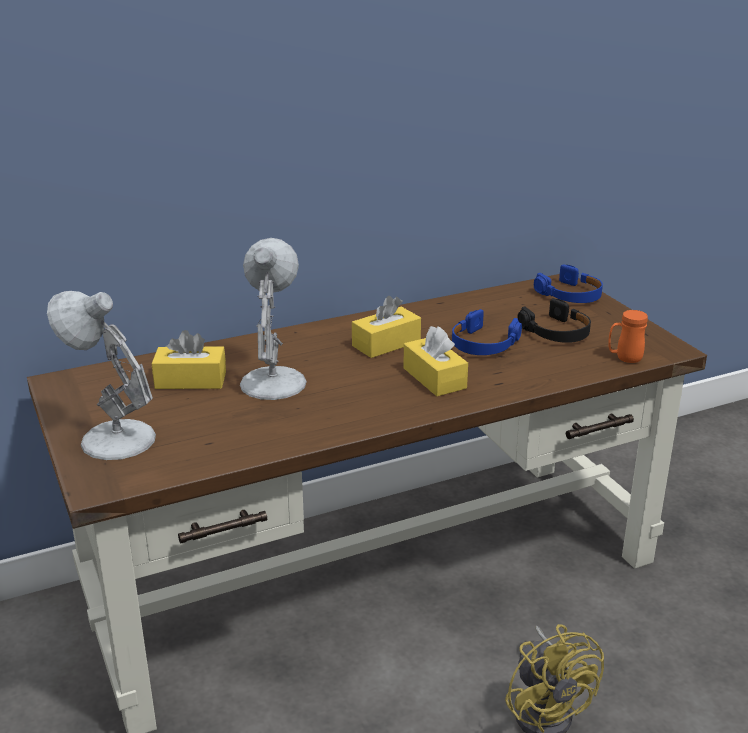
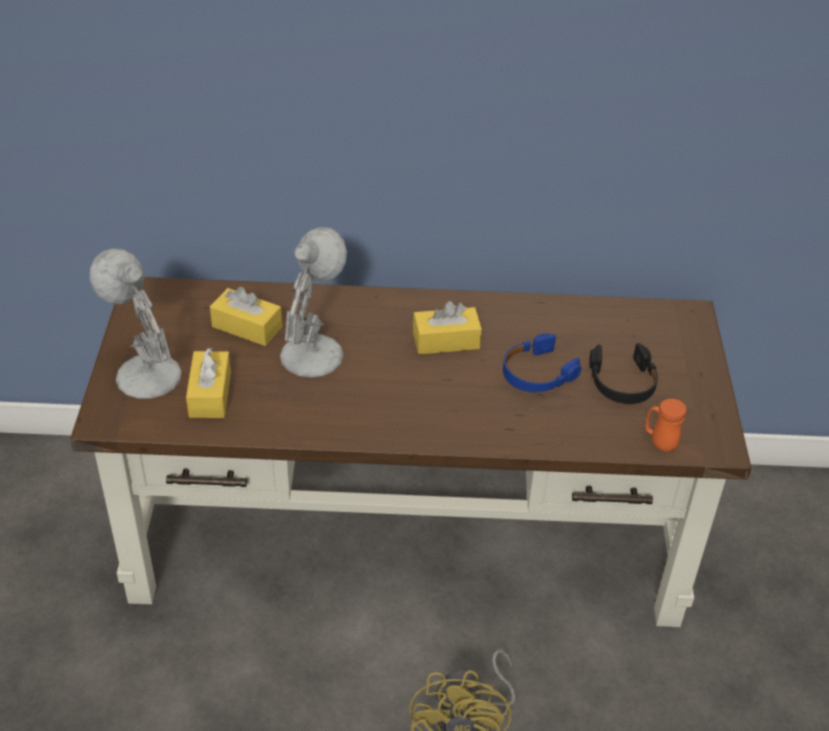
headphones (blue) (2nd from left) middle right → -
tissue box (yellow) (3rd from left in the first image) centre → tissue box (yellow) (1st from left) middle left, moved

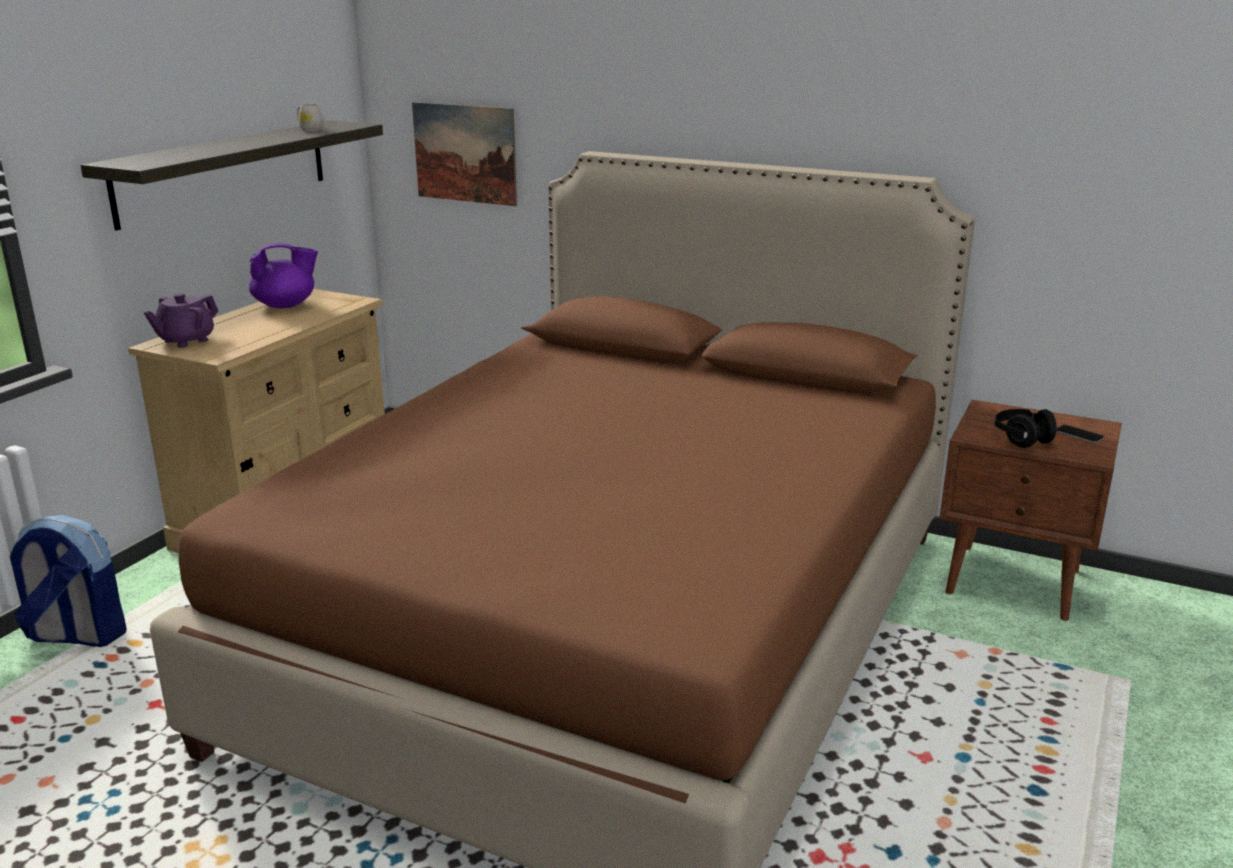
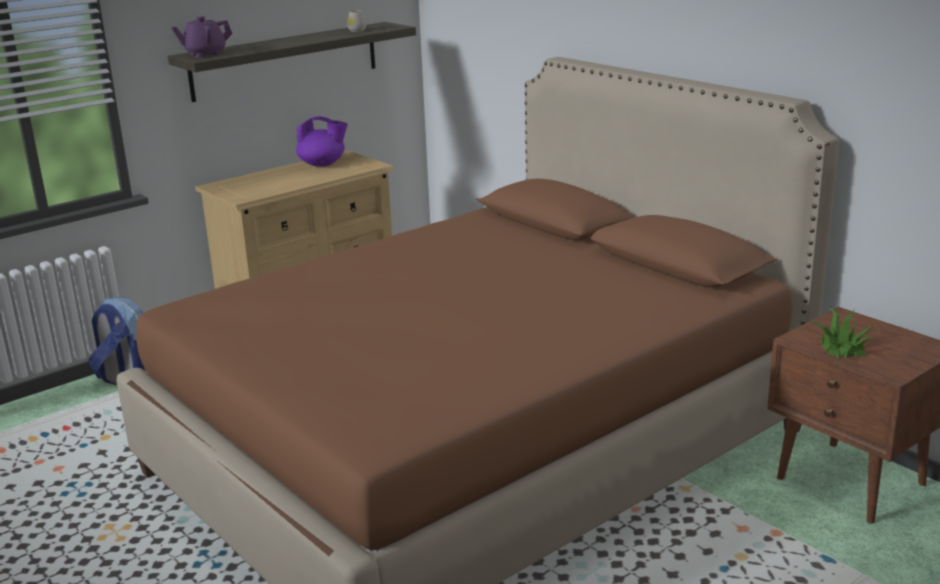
picture top centre → -
phone middle right → -
teapot (purple) (1st from left) middle left → teapot (purple) (1st from left) top left, moved
headphones (black) middle right → potted plant middle right

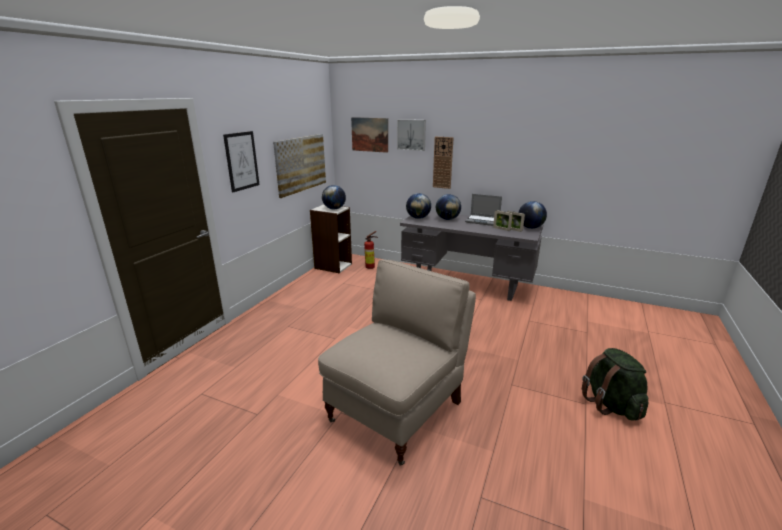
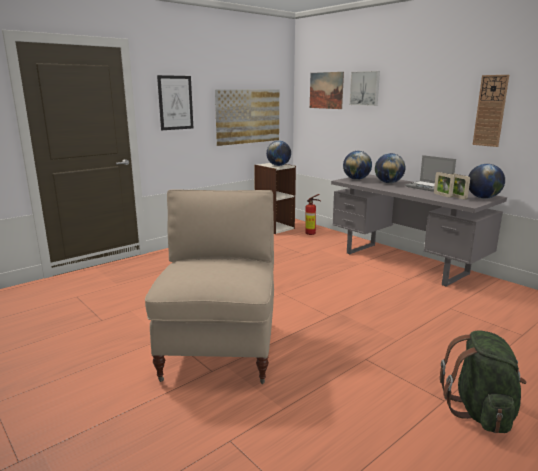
wall clock top centre → wall clock top right, moved
chair (beige) bottom centre → chair (beige) centre, 60 degrees counterclockwise

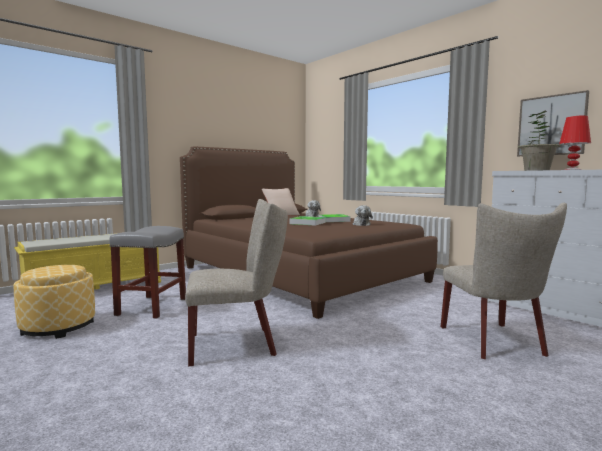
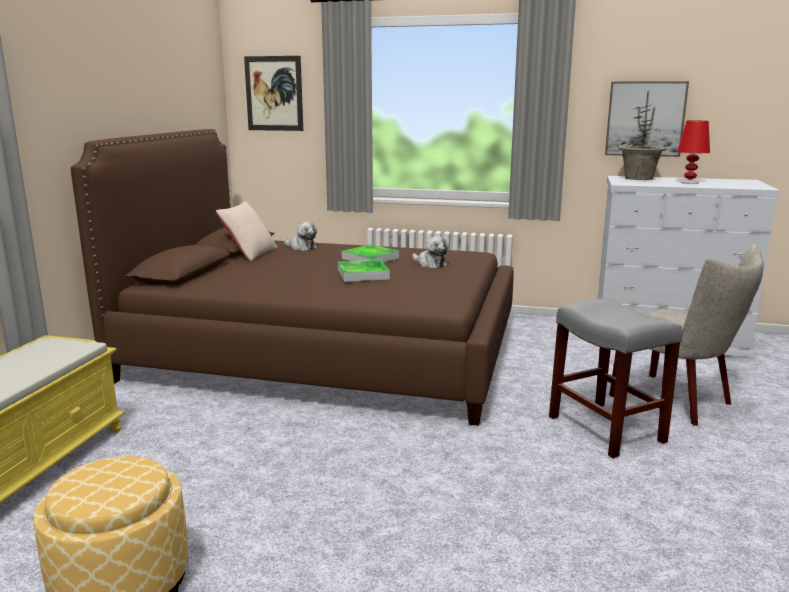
chair (beige) (1st from left) centre → -
- → picture (1st from left) top centre
stool (grey) middle left → stool (grey) middle right, moved

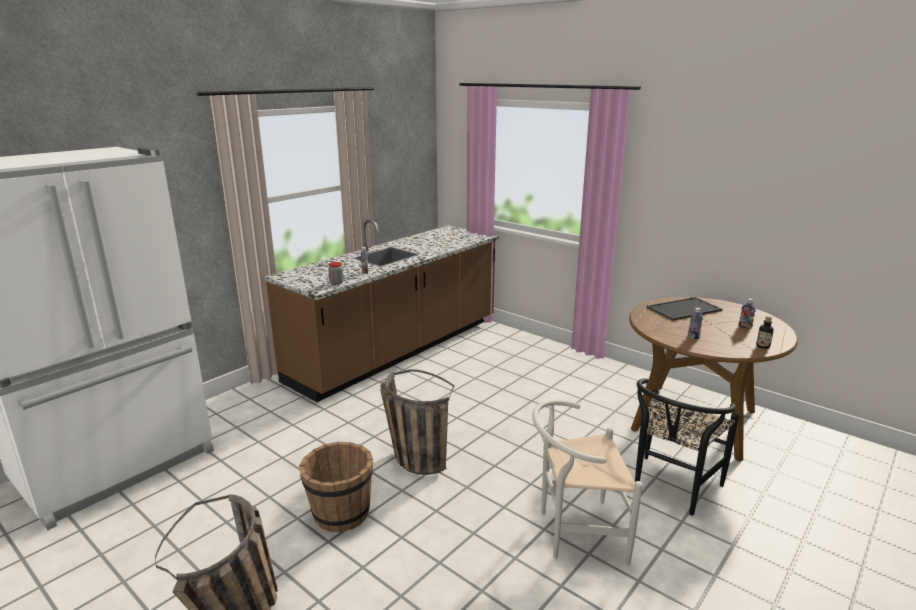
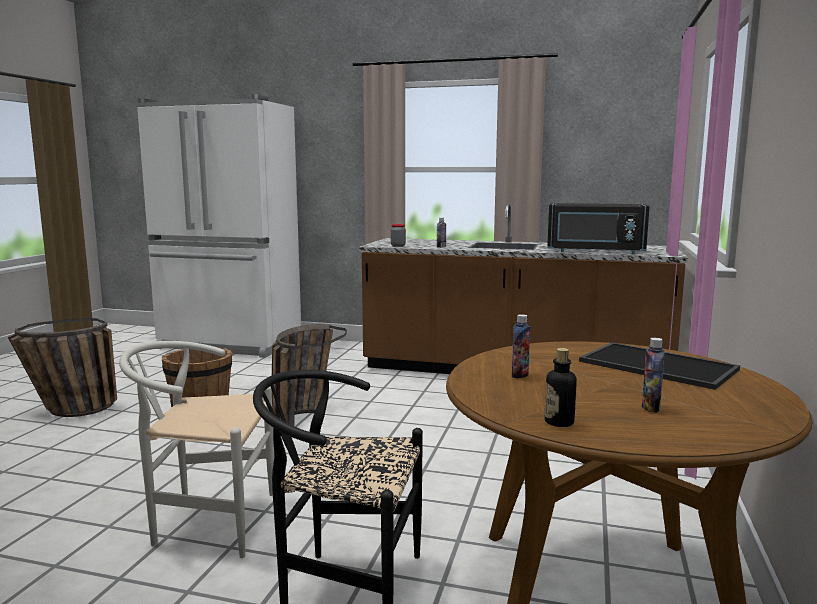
- → microwave (black) middle right
chair (white) bottom centre → chair (white) bottom left, 60 degrees counterclockwise

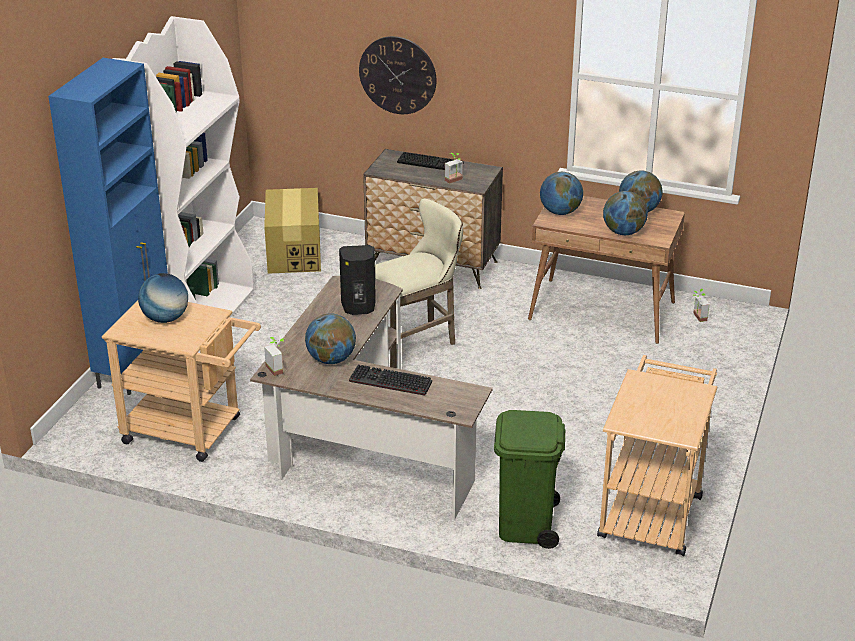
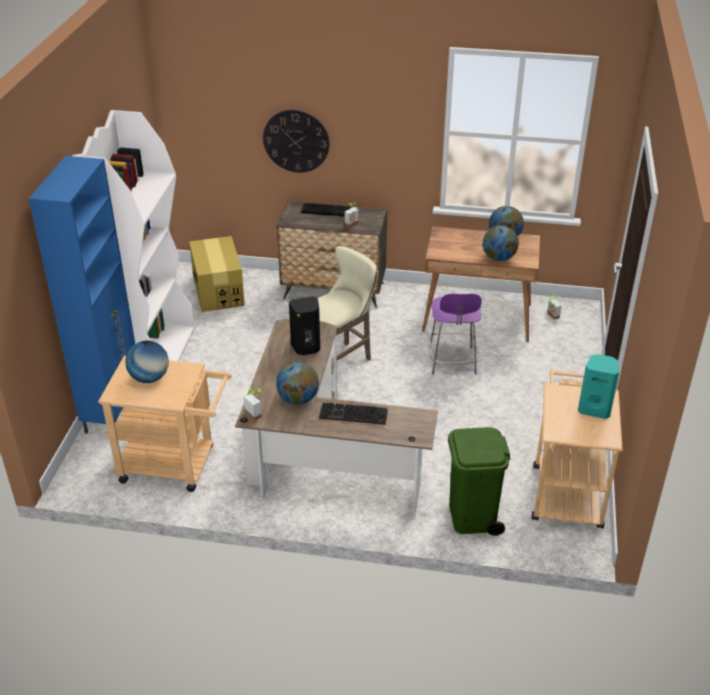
globe (3rd from left) top centre → -
- → chair (purple) centre
- → speaker (turquoise) middle right

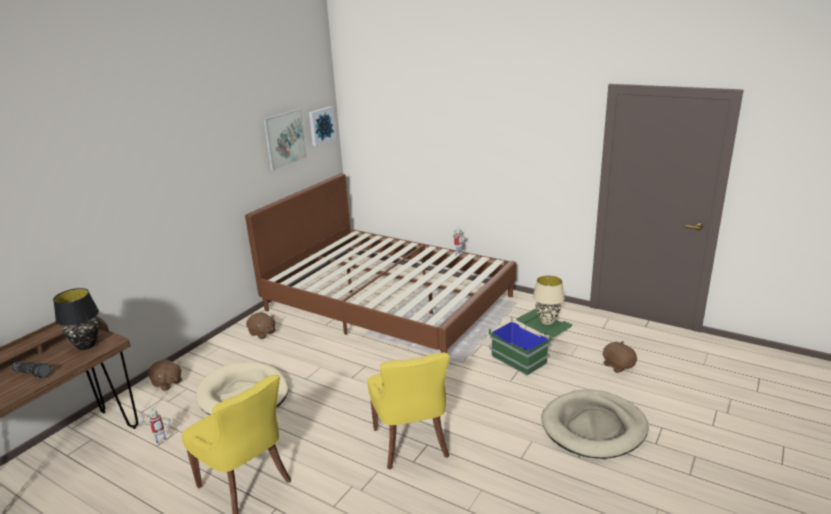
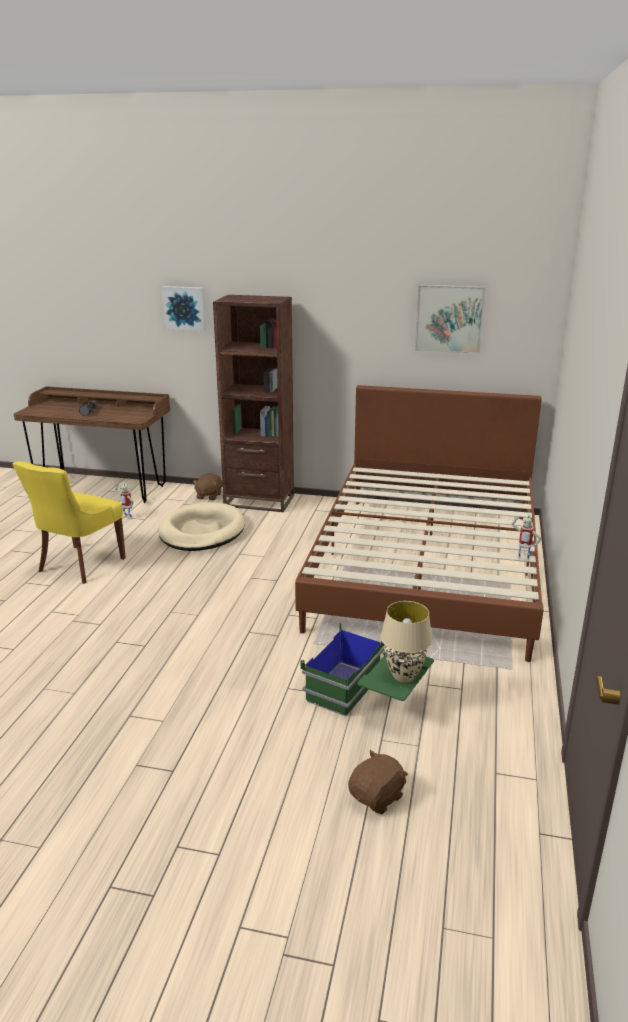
table lamp (black) middle left → -
plush toy (brown) (2nd from left) middle left → -
chair (yellow) (2nd from left) bottom centre → -
dog bed (beige) (2nd from left) bottom right → -
- → bookcase (brown) centre
picture (2nd from left in the first image) top centre → picture (1st from left) top left, moved

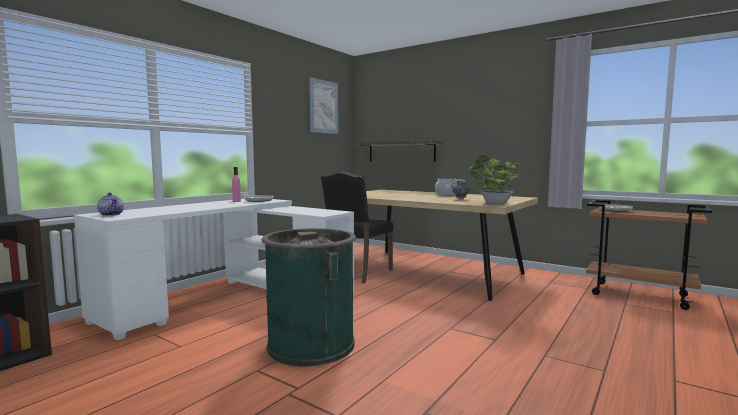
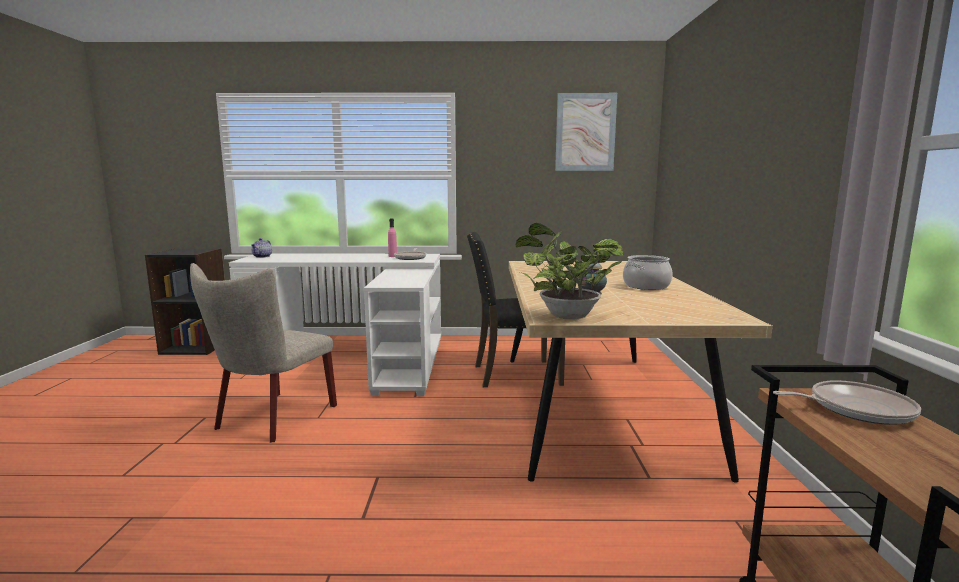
shelf centre → -
trash can (green) bottom centre → chair (beige) middle left

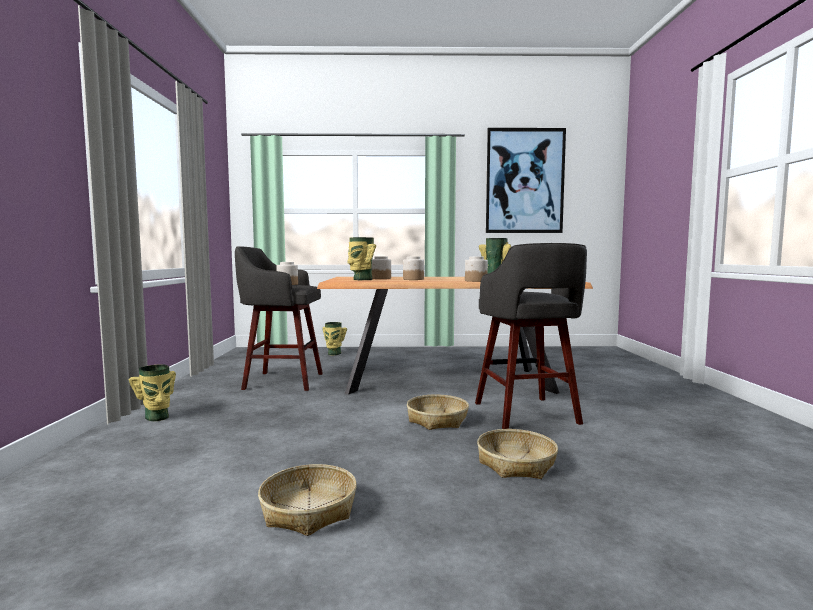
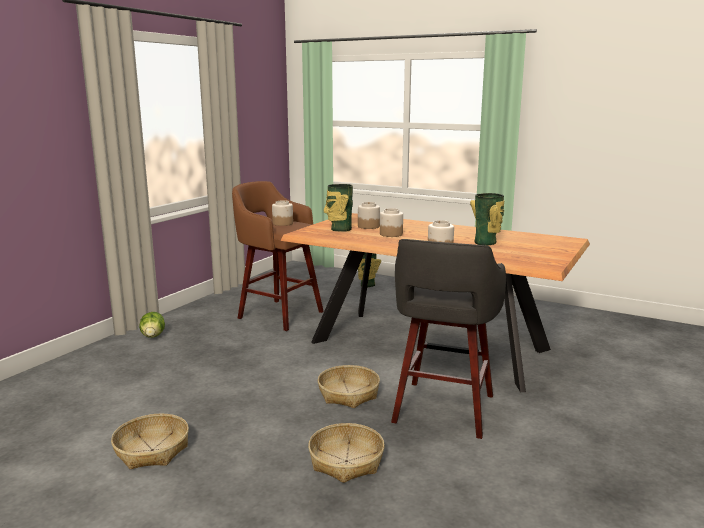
picture top centre → -
vase (1st from left) middle left → lettuce middle left
stool (grey) (1st from left) centre → stool (brown) centre

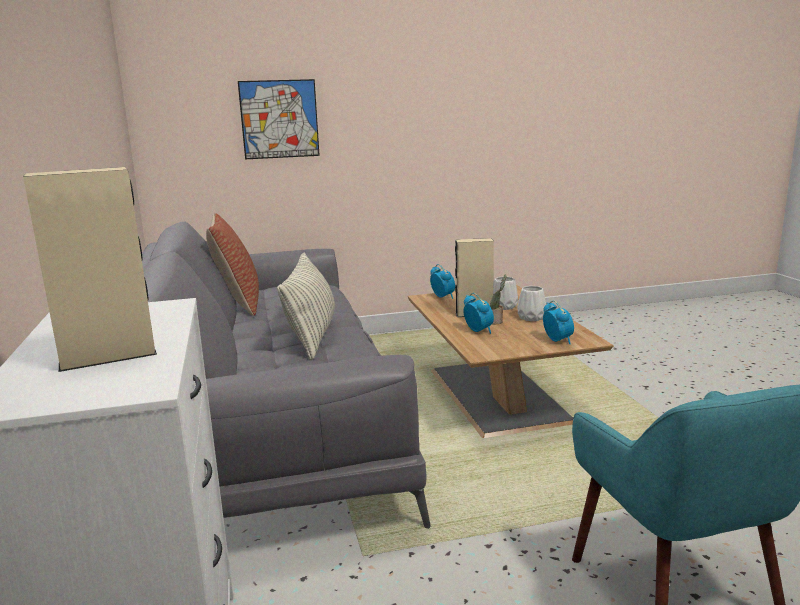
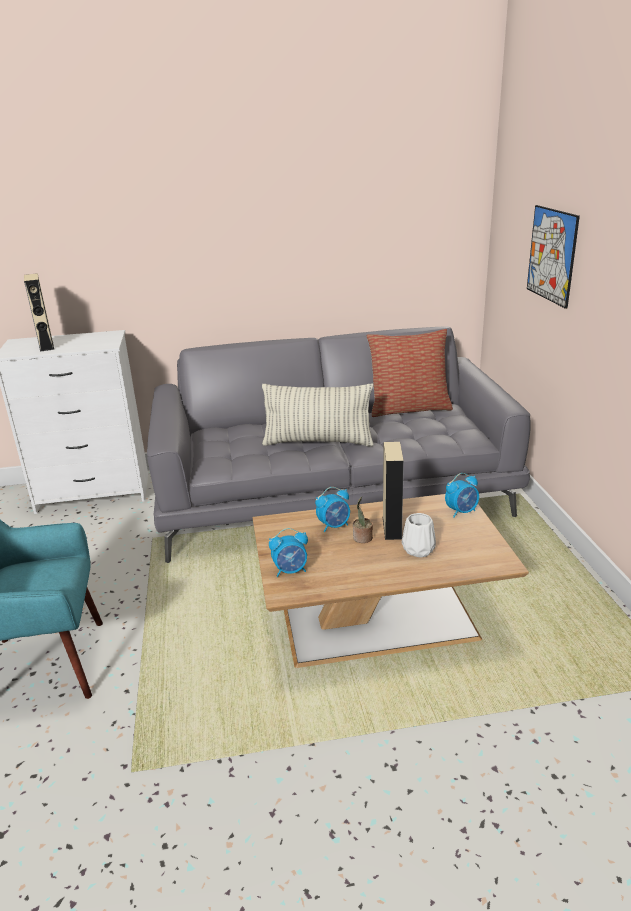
vase (white) (2nd from left) centre → -

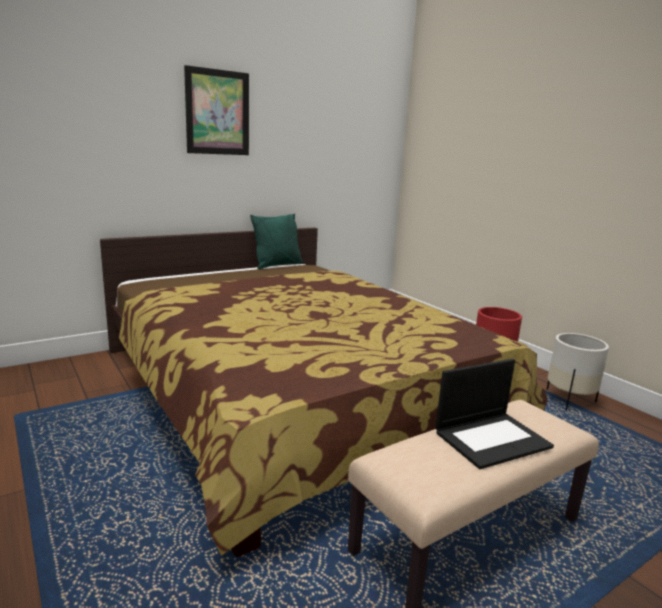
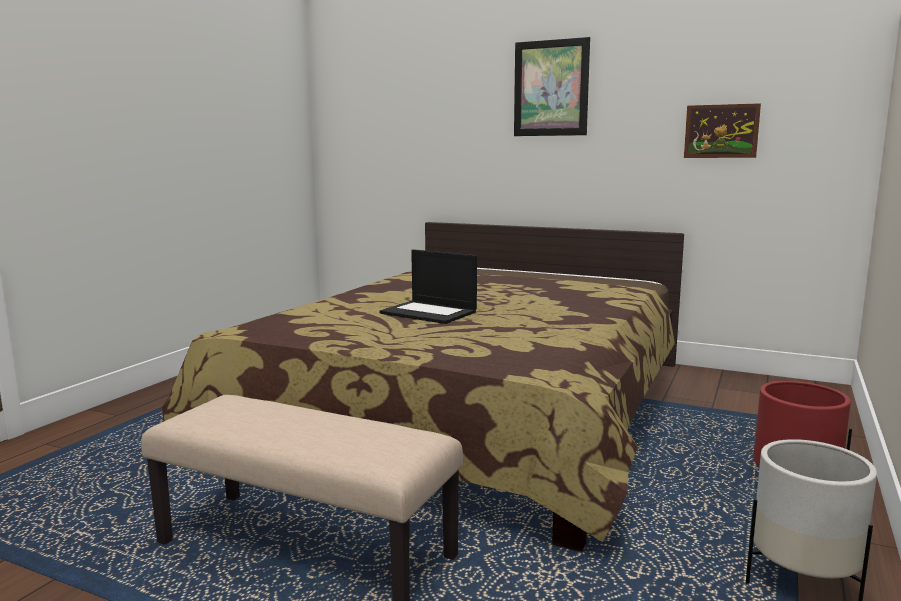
pillow (green) centre → -
- → picture (2nd from left) top right
laptop bottom right → laptop centre, moved

